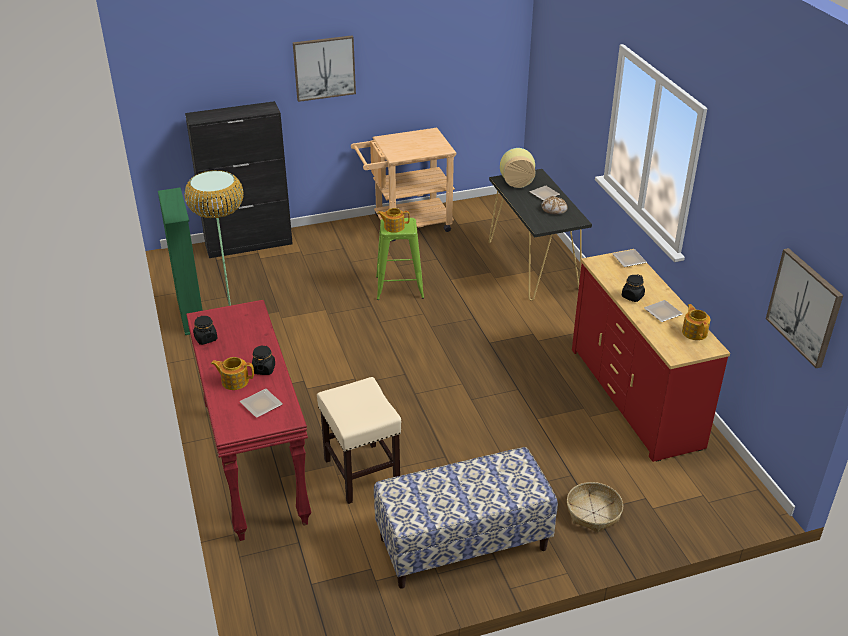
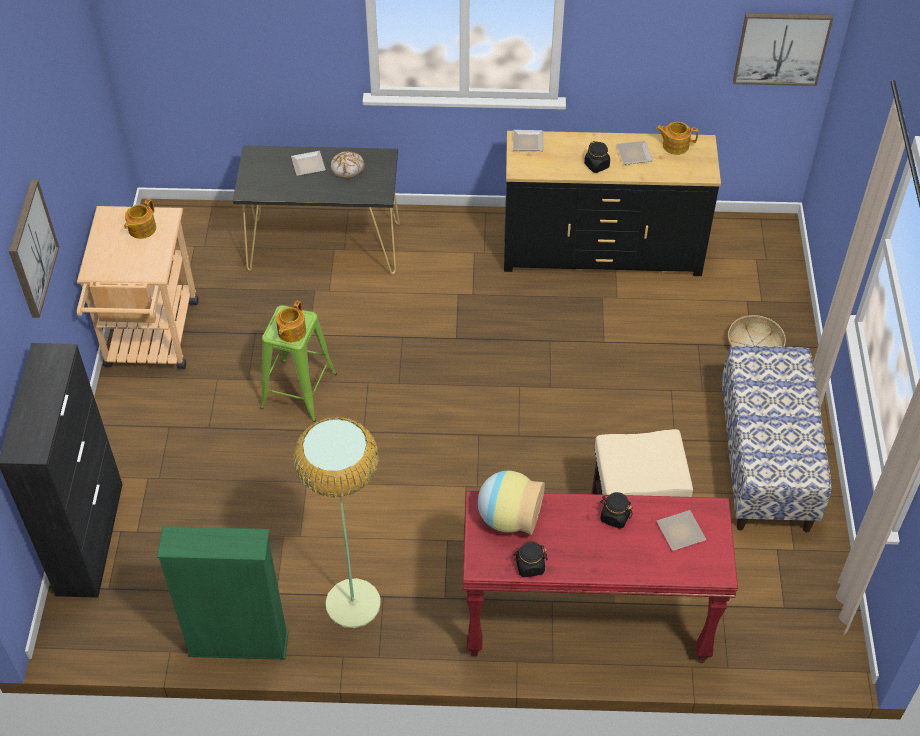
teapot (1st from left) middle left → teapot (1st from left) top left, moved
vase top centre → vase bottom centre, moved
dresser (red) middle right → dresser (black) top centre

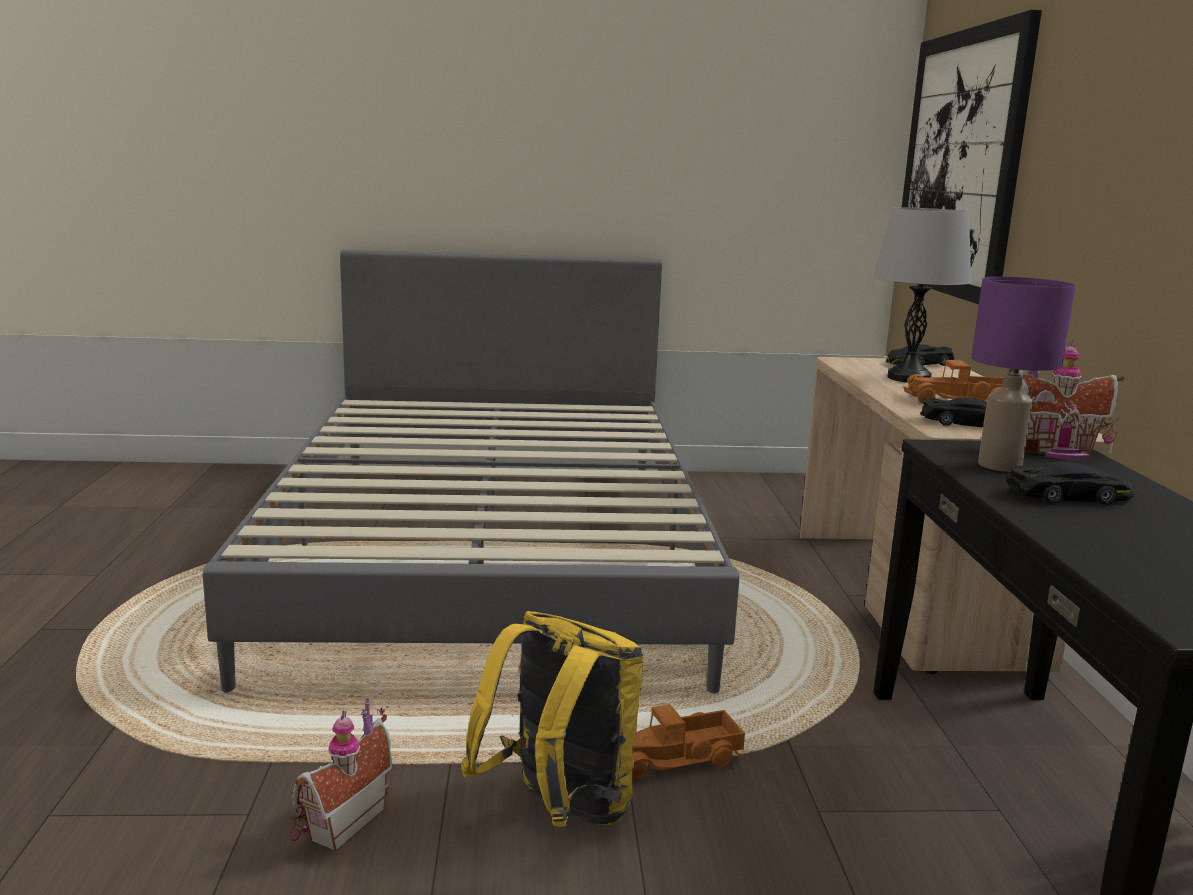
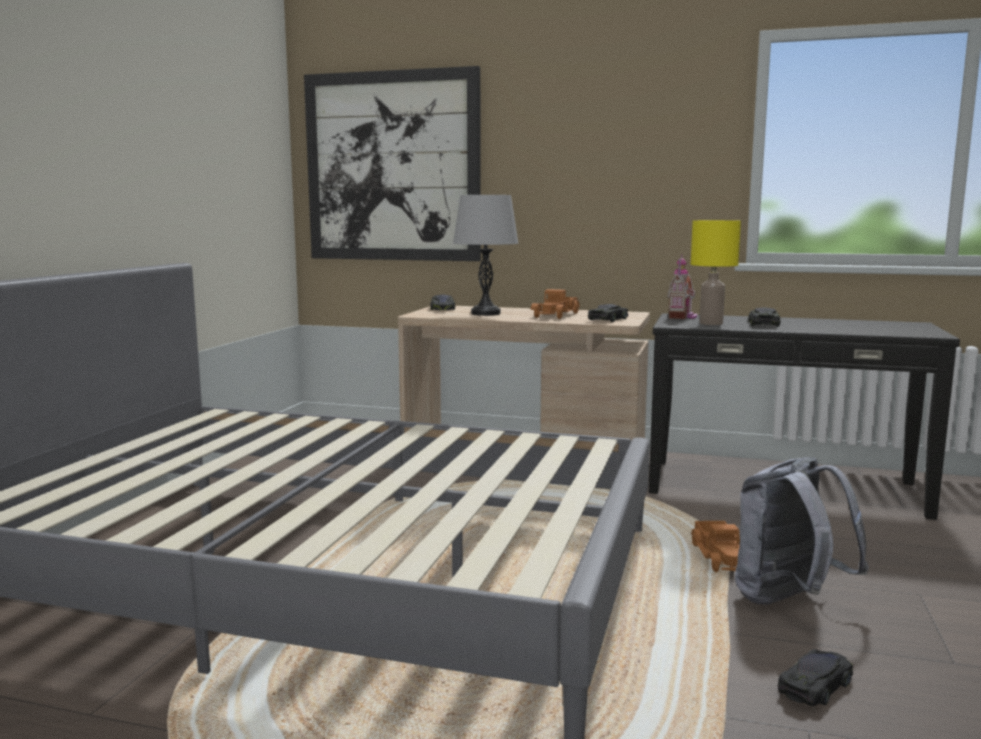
toy house (1st from left) bottom left → toy car (black) (4th from left) bottom right
backpack (yellow) bottom centre → backpack (grey) bottom right
table lamp (purple) middle right → table lamp (yellow) middle right

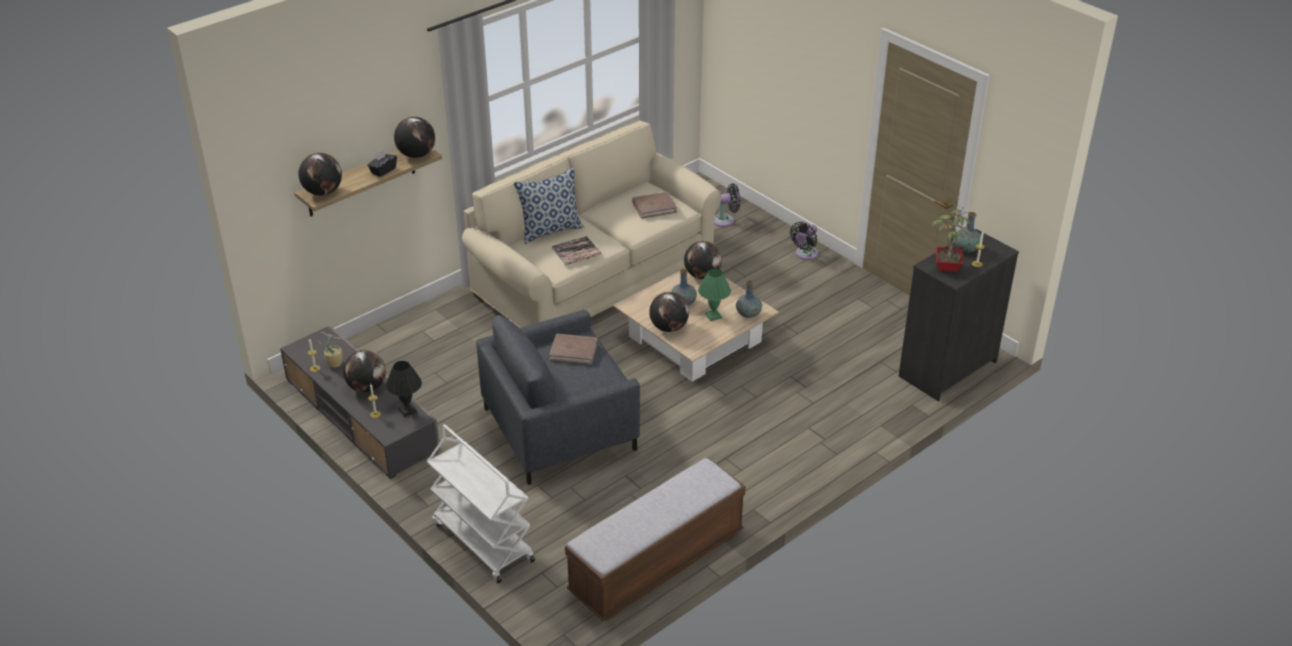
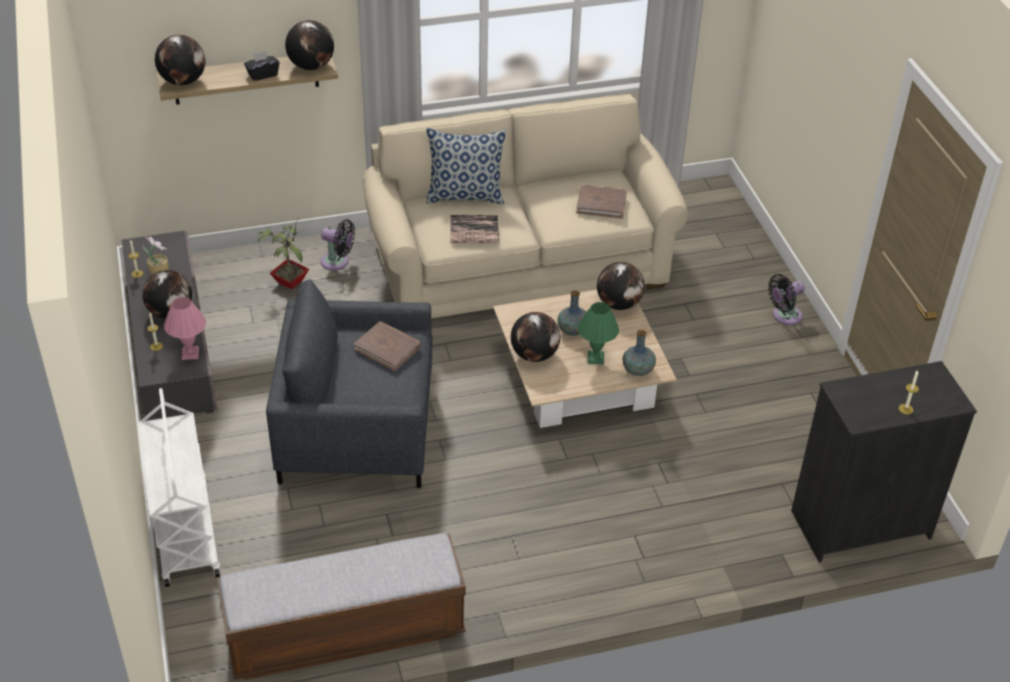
vase (3rd from left) middle right → -
fan (black) (1st from left) top centre → fan (black) (1st from left) centre, moved
potted plant (2nd from left) middle right → potted plant (2nd from left) middle left, moved
table lamp (black) middle left → table lamp (pink) middle left

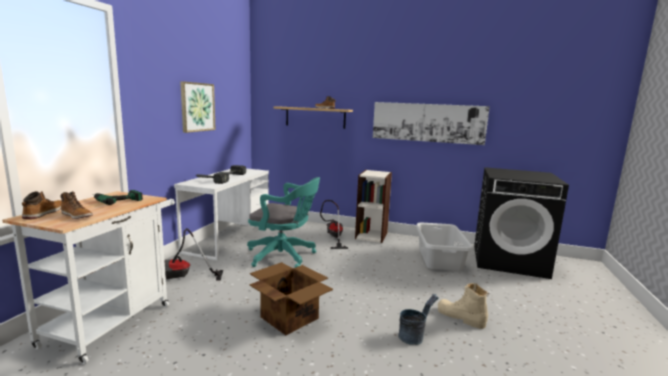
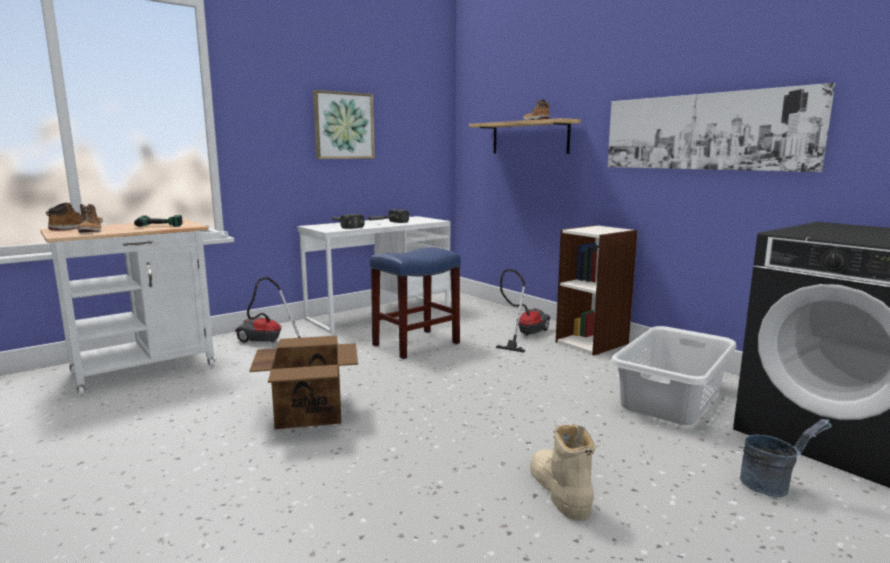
bucket (grey) bottom centre → bucket (grey) bottom right, moved
office chair (turquoise) centre → stool (blue) centre

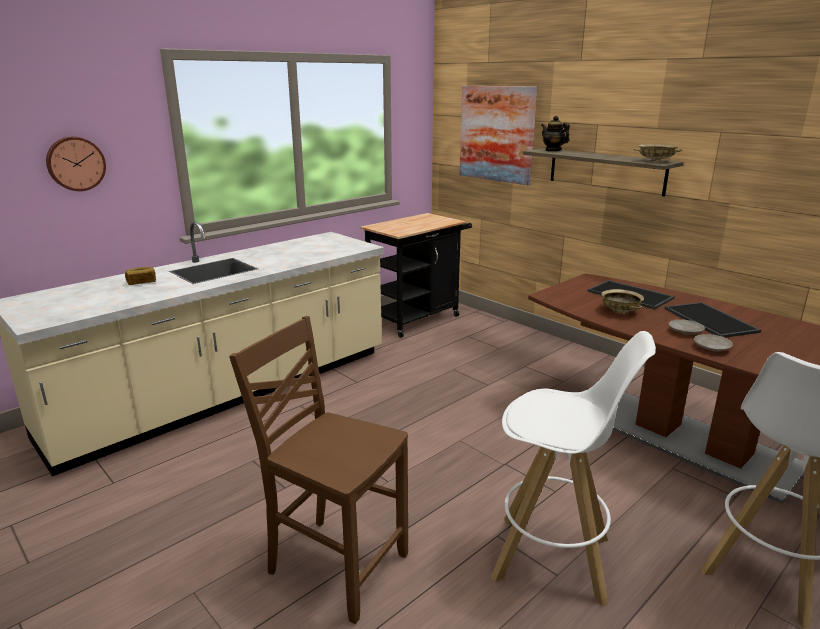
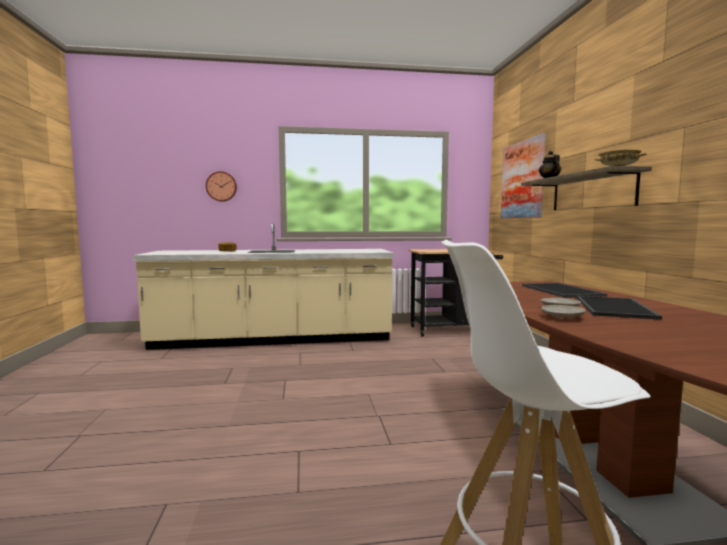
chair (brown) bottom centre → -
stool (white) (1st from left) bottom right → -
bowl (beige) (1st from left) middle right → -

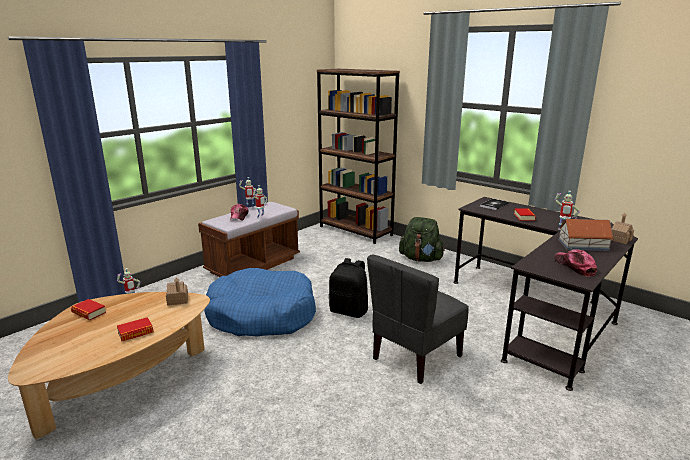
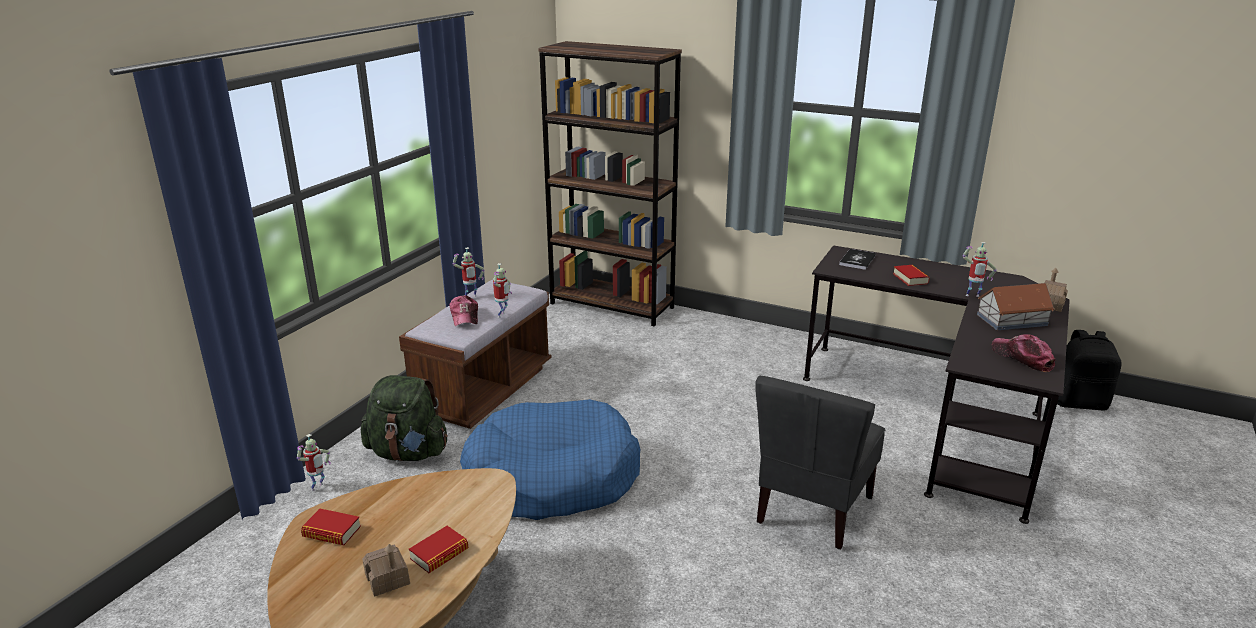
toy house (1st from left) middle left → toy house (1st from left) bottom left, moved
backpack (black) centre → backpack (black) middle right, moved
backpack (green) centre → backpack (green) middle left, moved

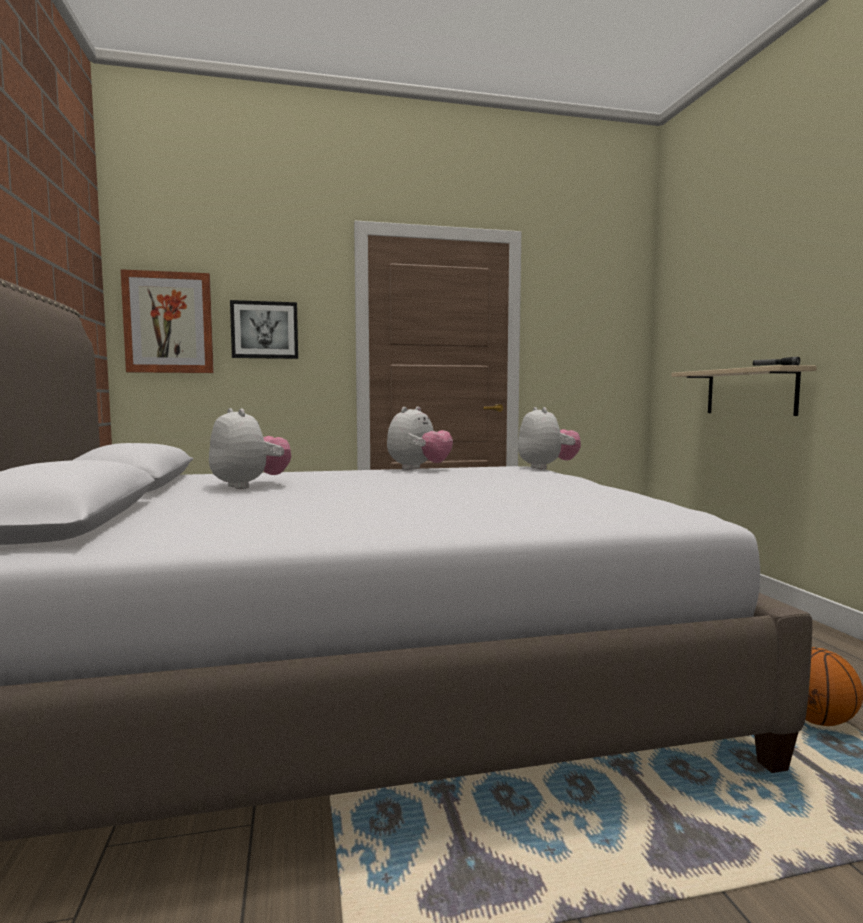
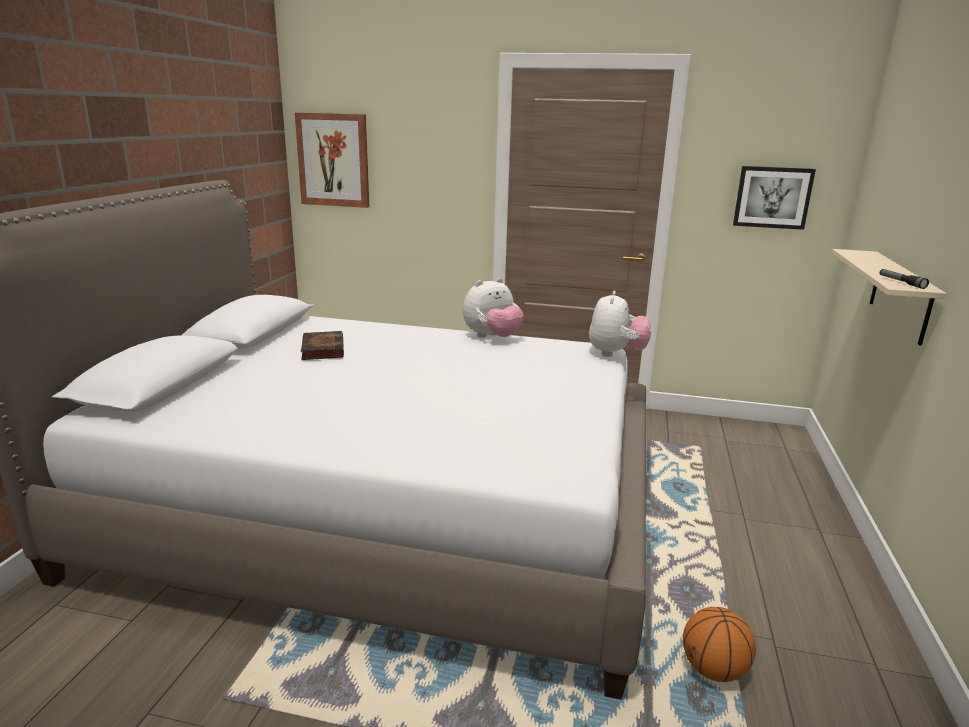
picture (2nd from left) middle left → picture (2nd from left) top right, moved
plush toy (1st from left) middle left → book middle left

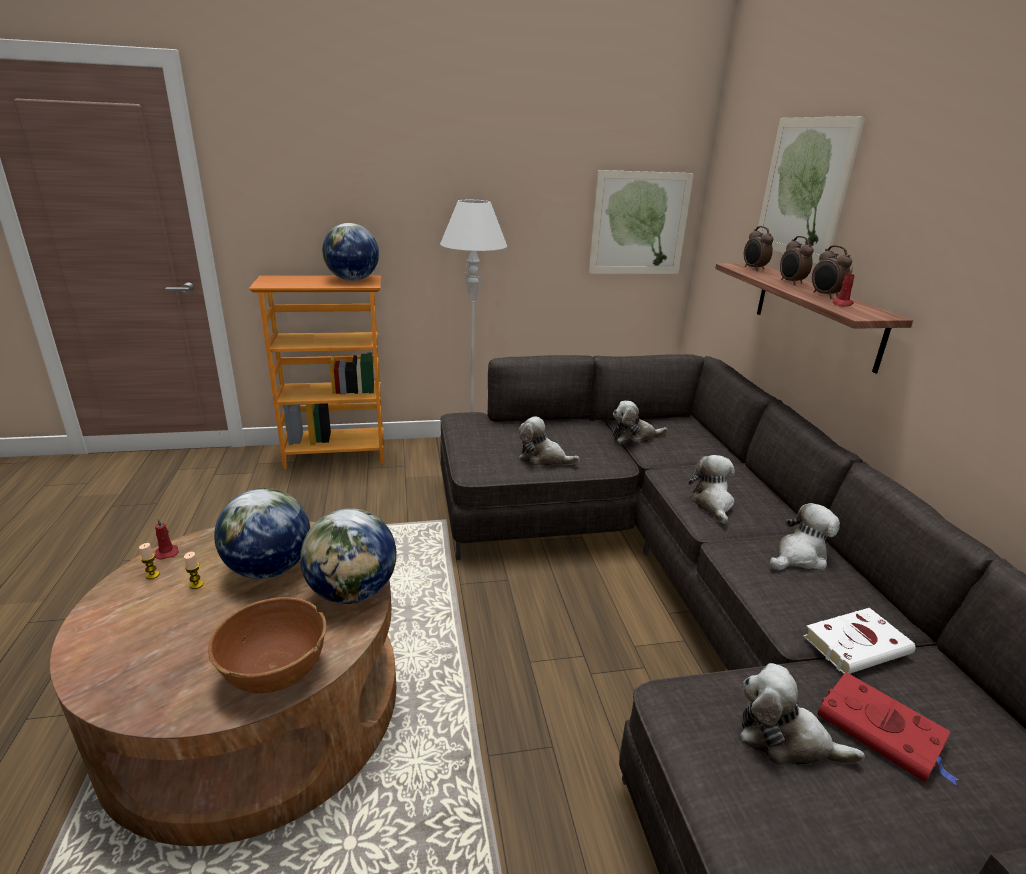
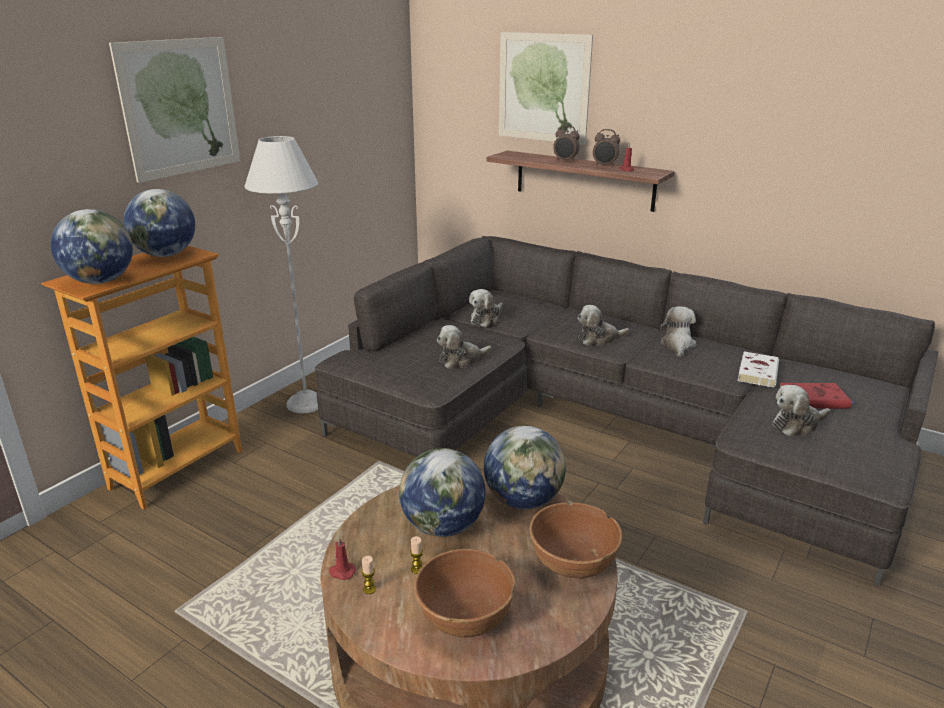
alarm clock (1st from left) top right → -
- → globe (1st from left) middle left
- → bowl (brown) (1st from left) bottom centre
picture (1st from left) top centre → picture (1st from left) top left, moved
plush toy (3rd from left) middle right → plush toy (3rd from left) centre, 60 degrees counterclockwise

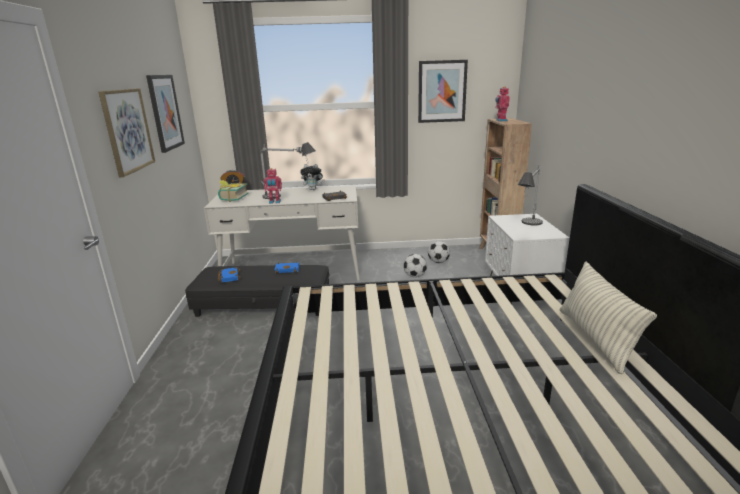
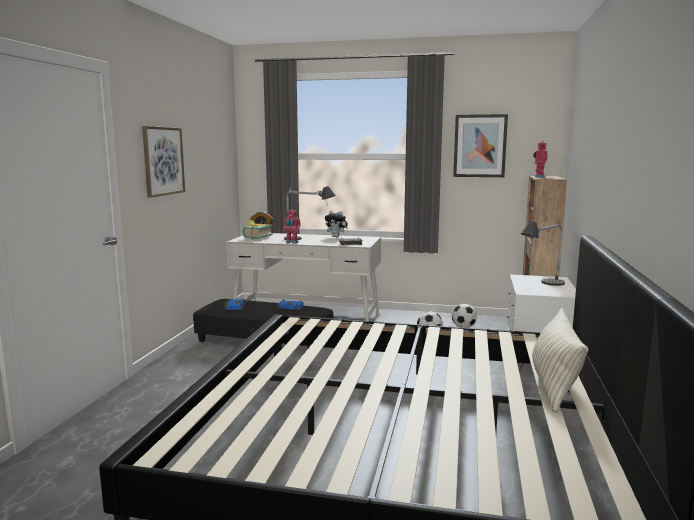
picture (2nd from left) top left → -

